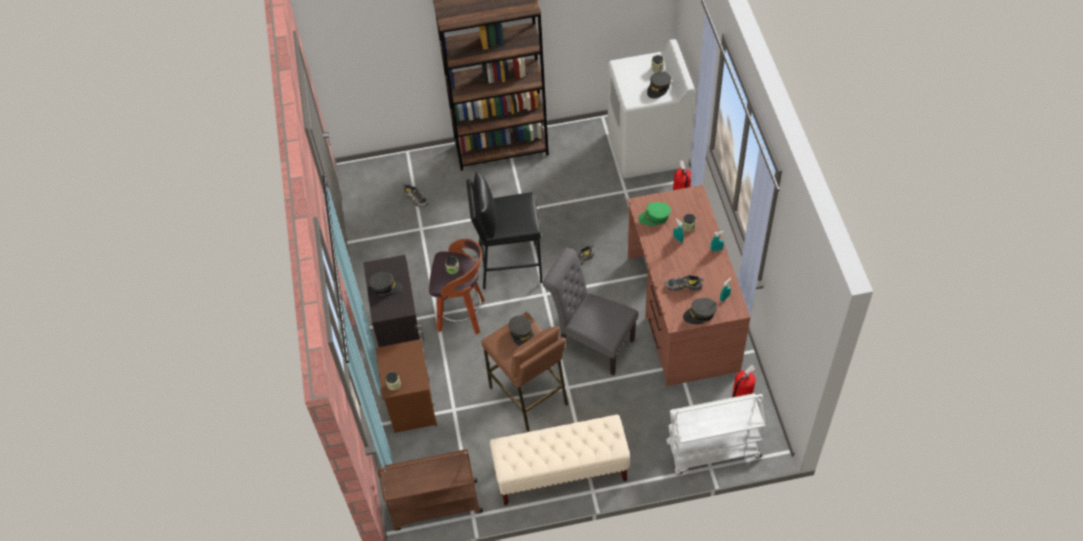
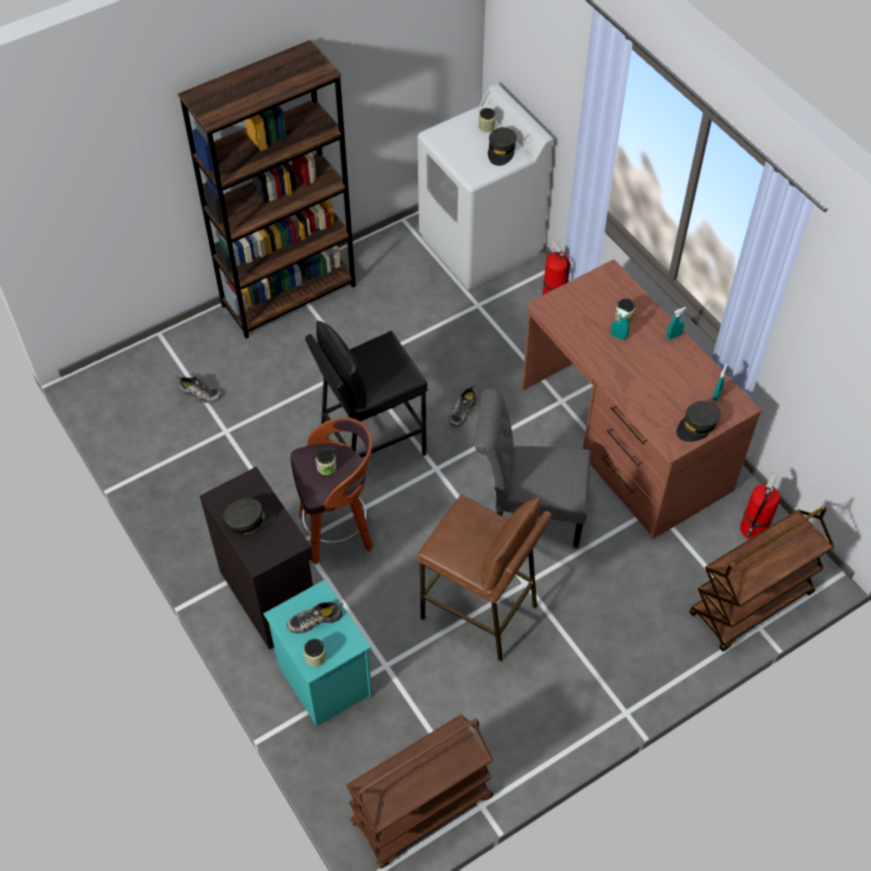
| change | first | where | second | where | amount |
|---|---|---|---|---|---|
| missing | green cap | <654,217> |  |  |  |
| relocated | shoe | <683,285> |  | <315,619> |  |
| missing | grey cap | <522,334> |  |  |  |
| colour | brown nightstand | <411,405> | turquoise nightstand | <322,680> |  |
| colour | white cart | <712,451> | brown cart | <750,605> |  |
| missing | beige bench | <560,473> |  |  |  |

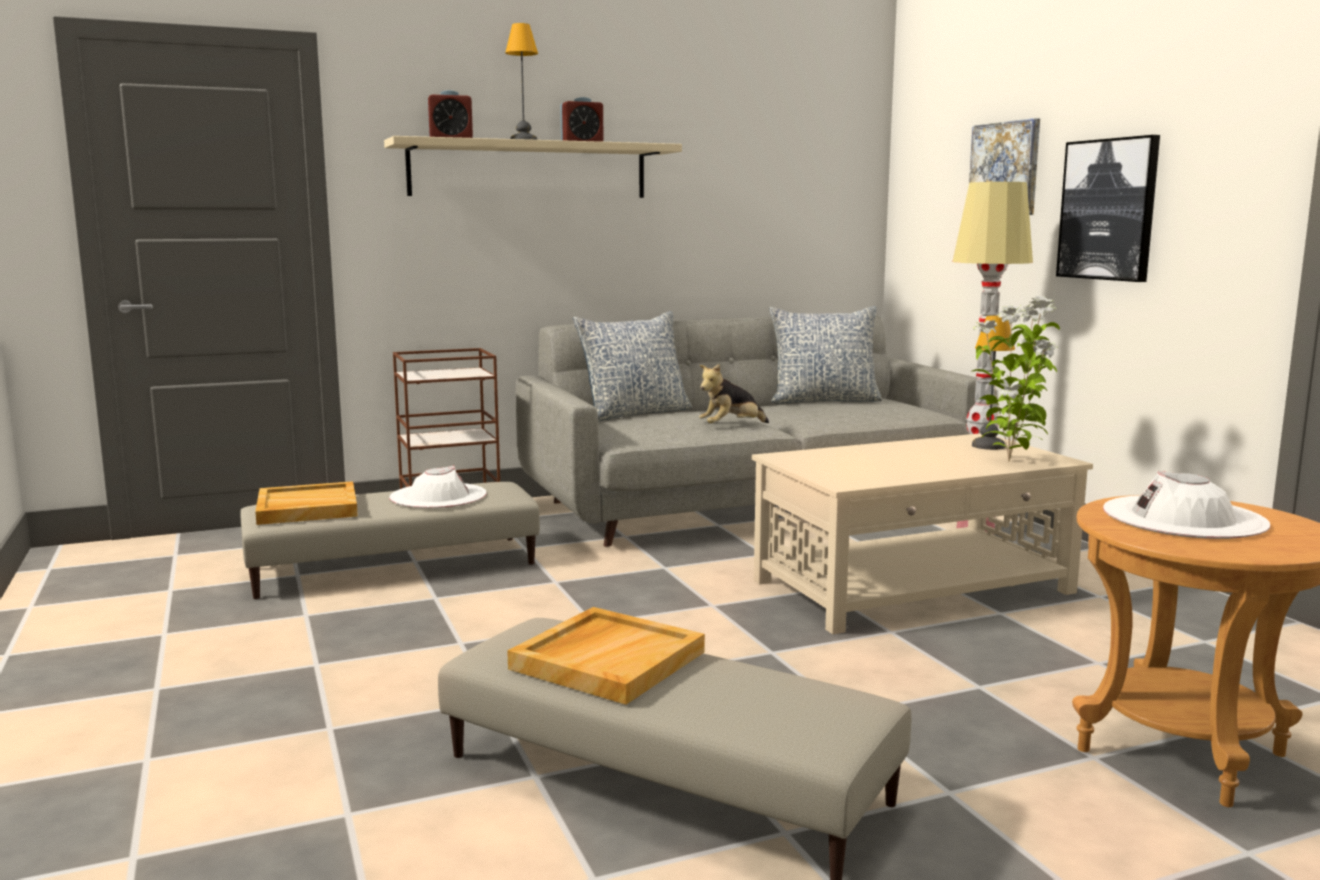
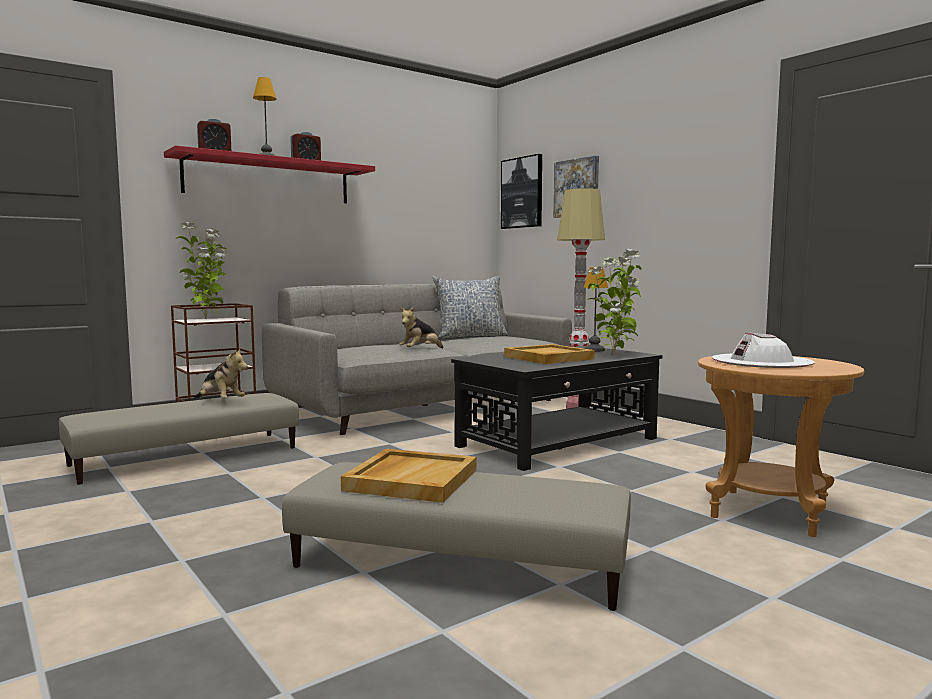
| change | first | where | second | where | amount |
|---|---|---|---|---|---|
| relocated | picture | <1108,209> |  | <522,193> |  |
| colour | beige shelf | <529,170> | red shelf | <269,180> |  |
| missing | pillow | <634,413> |  |  |  |
| colour | beige coffee table | <914,587> | black coffee table | <558,442> |  |
| exchanged | white hat | <438,496> | plush toy | <220,402> |  |
| relocated | beige tray | <306,508> |  | <548,358> |  |
| appeared |  |  | potted plant | <207,319> |  |

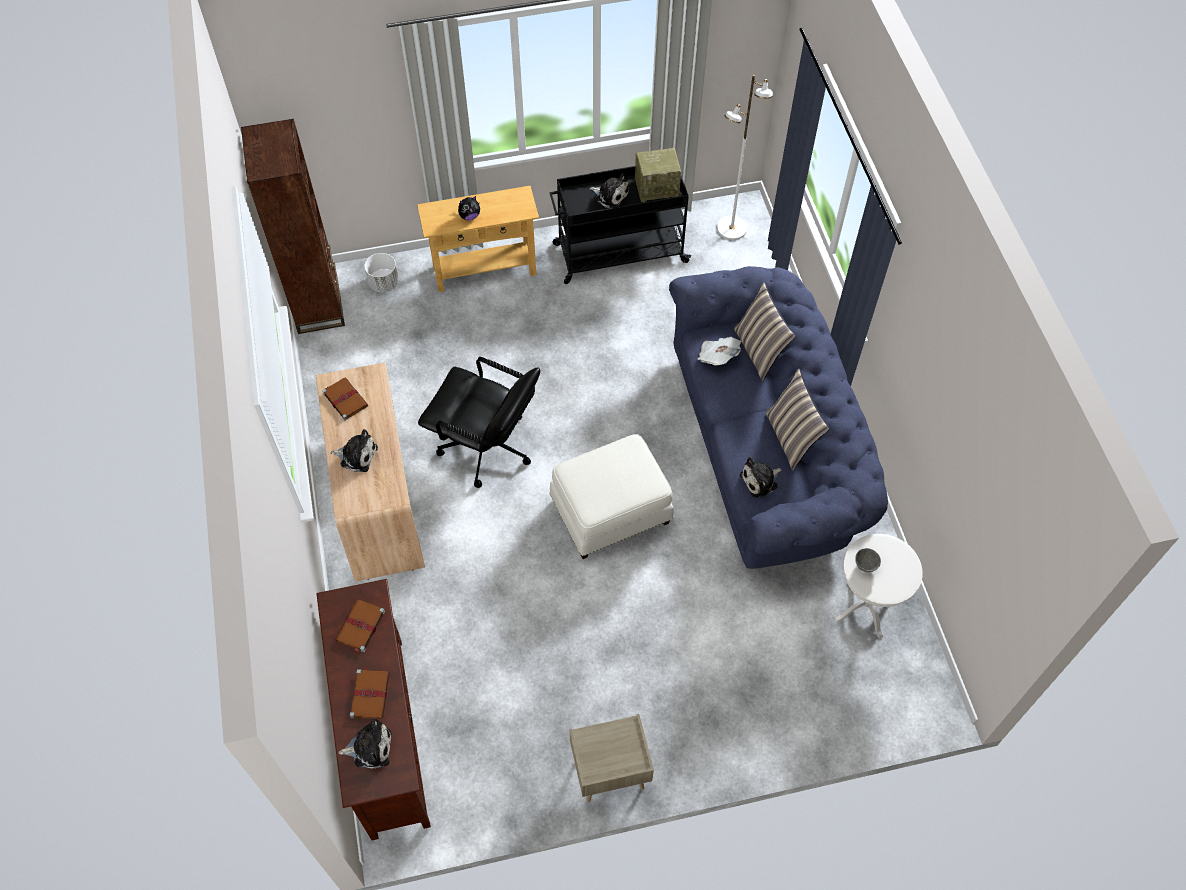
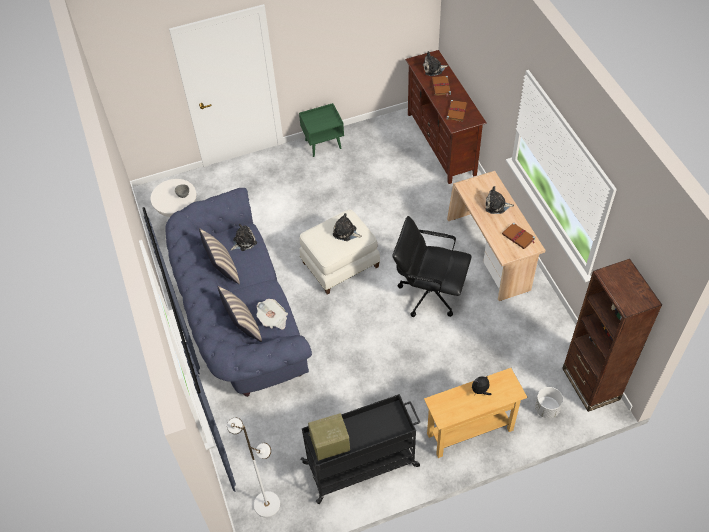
| change | first | where | second | where | amount |
|---|---|---|---|---|---|
| relocated | plush toy | <610,195> |  | <346,232> |  |
| colour | beige nightstand | <609,772> | green nightstand | <323,144> |  |

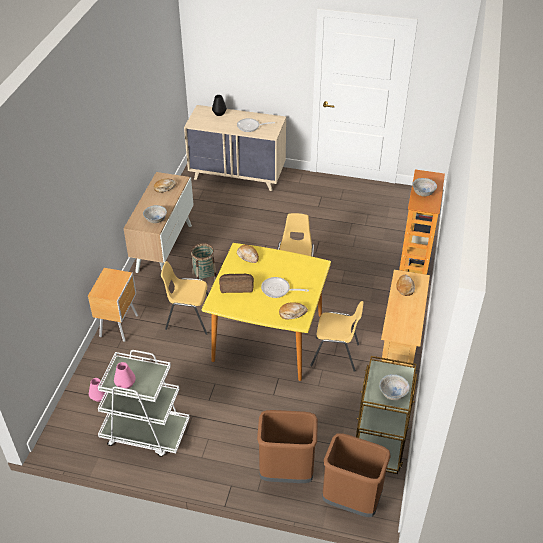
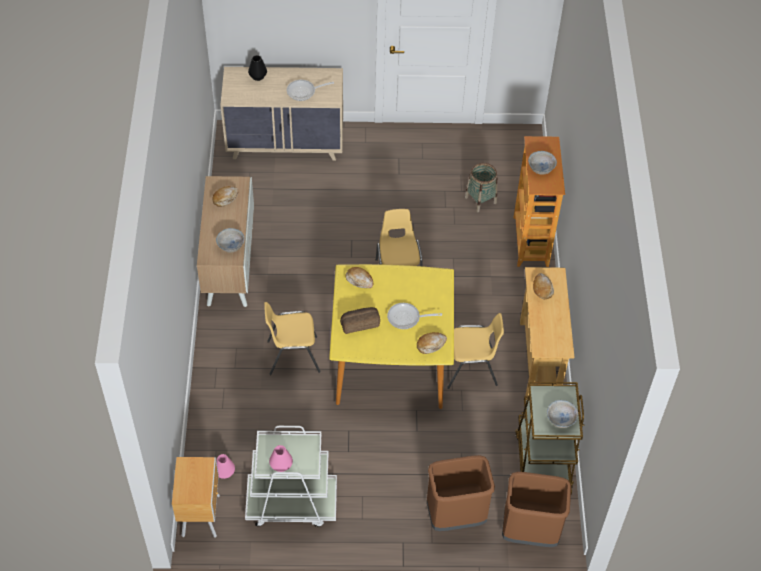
| change | first | where | second | where | amount |
|---|---|---|---|---|---|
| relocated | basket | <204,278> |  | <480,200> |  |
| relocated | brown nightstand | <120,325> |  | <201,515> |  |

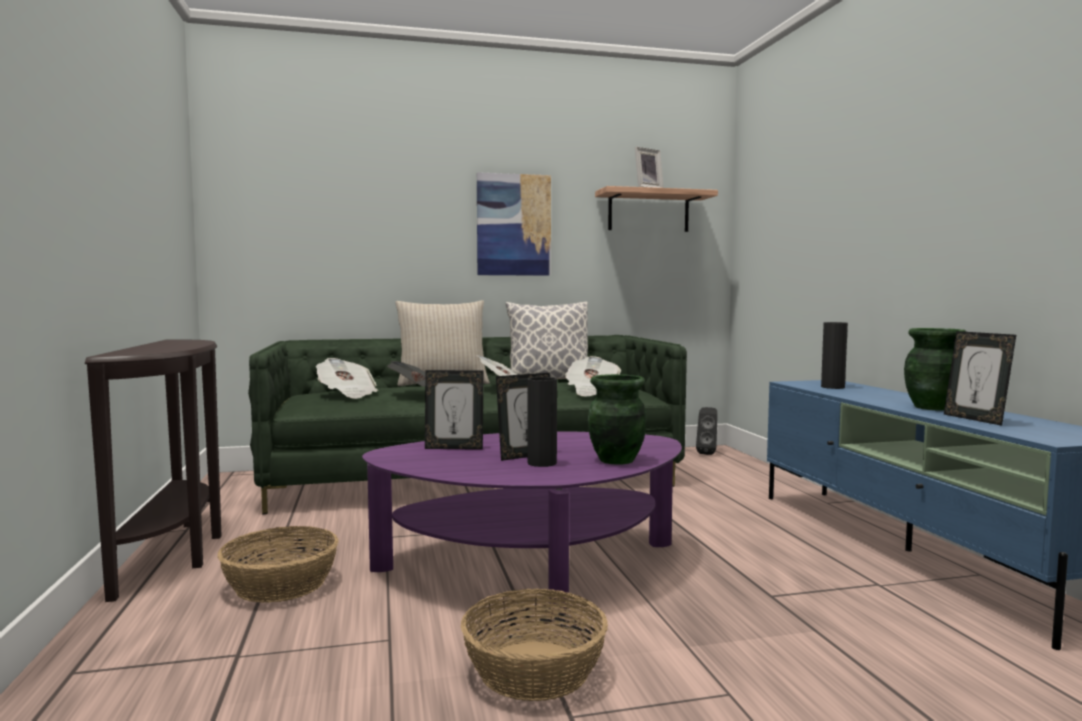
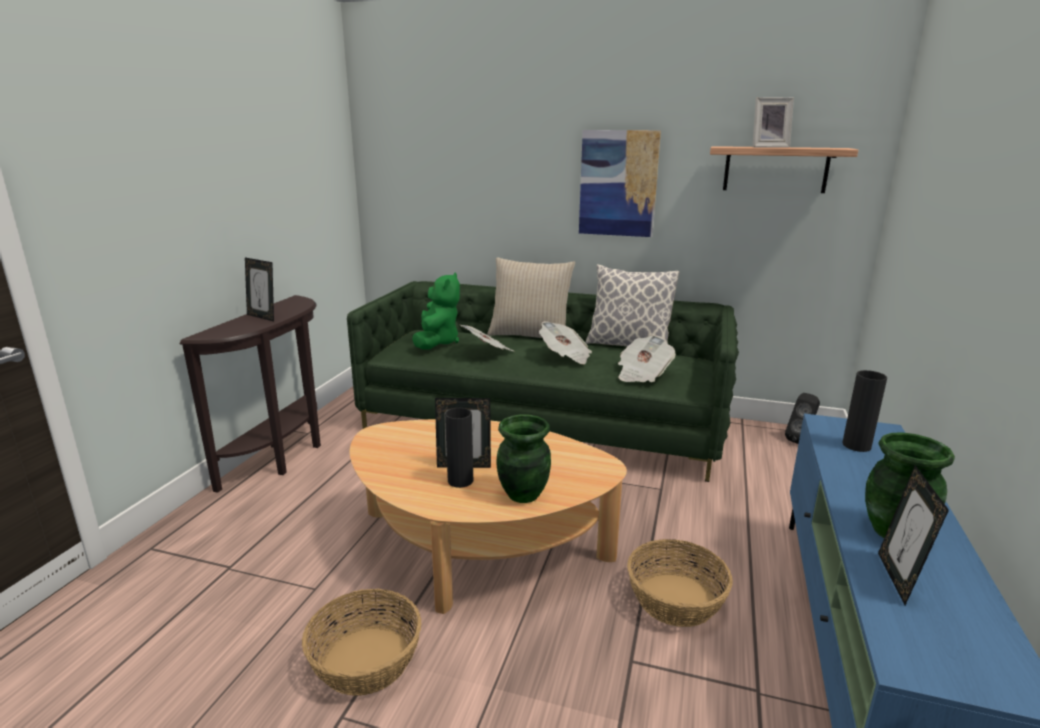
| change | first | where | second | where | amount |
|---|---|---|---|---|---|
| exchanged | newspaper | <347,394> | green plush toy | <437,342> |  |
| relocated | picture frame | <454,448> |  | <263,317> |  |
| colour | purple coffee table | <532,566> | beige coffee table | <478,547> |  |
| relocated | basket | <281,584> |  | <675,599> |  |

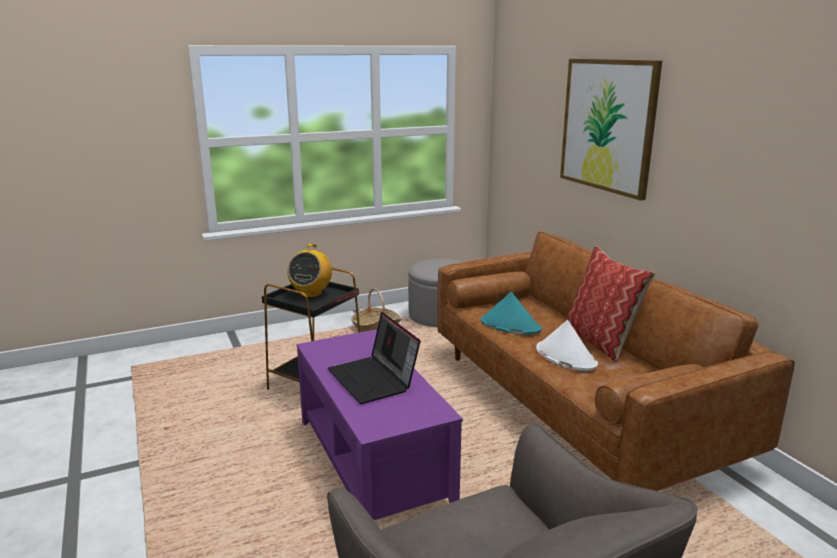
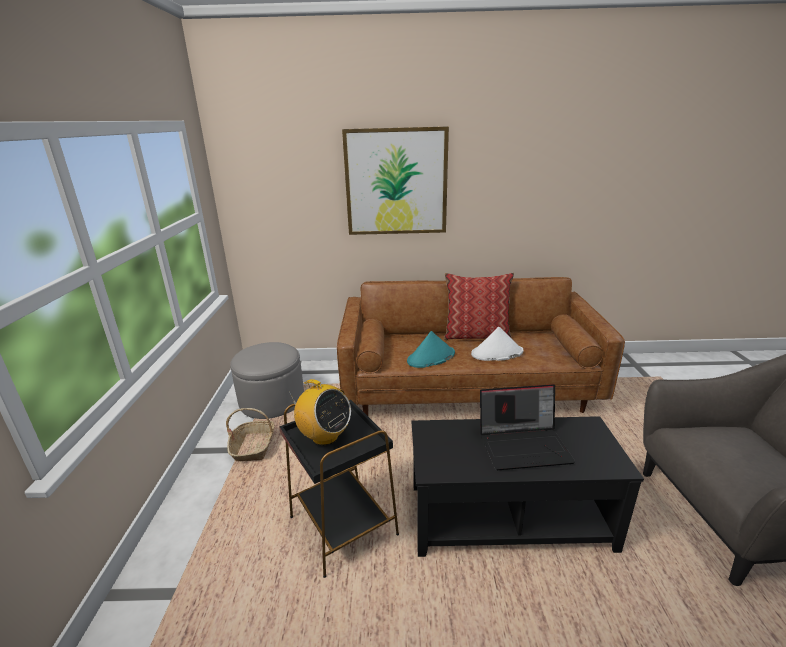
| change | first | where | second | where | amount |
|---|---|---|---|---|---|
| colour | purple coffee table | <373,462> | black coffee table | <508,517> |  |

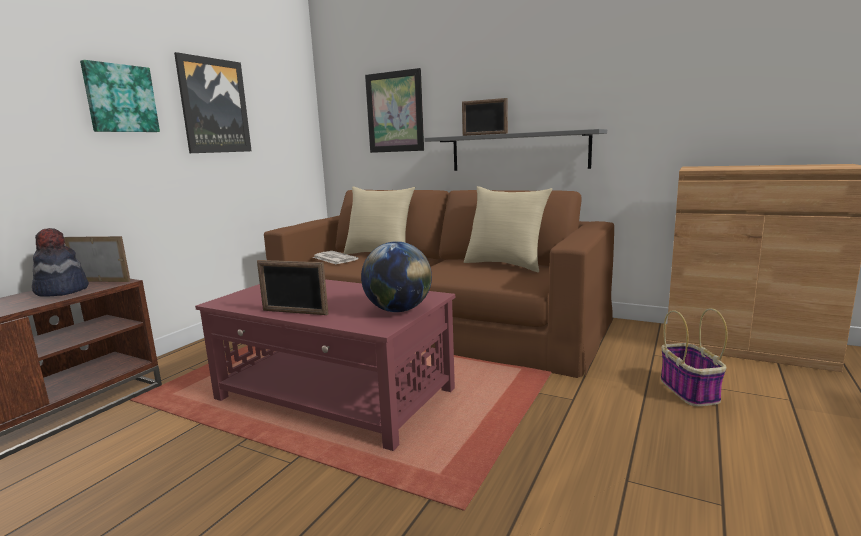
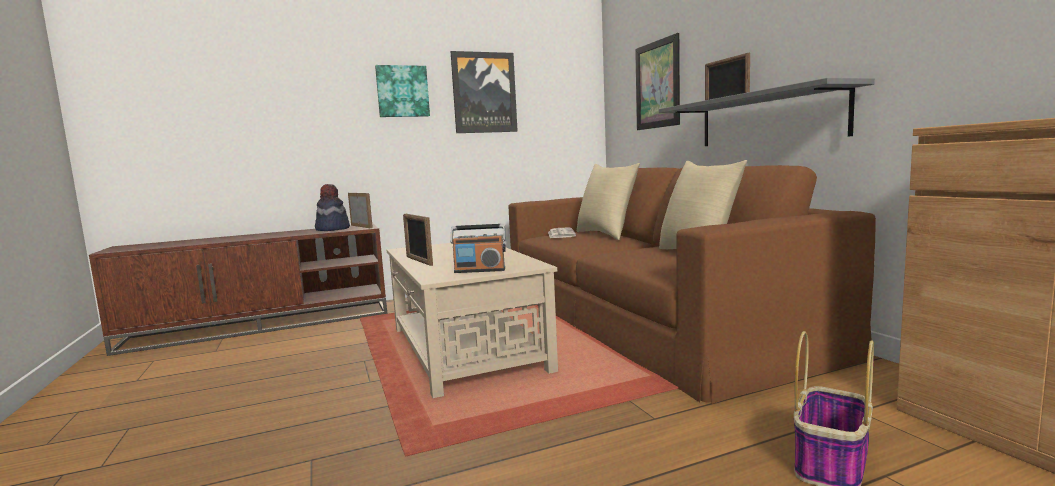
| change | first | where | second | where | amount |
|---|---|---|---|---|---|
| exchanged | globe | <398,310> | radio | <480,270> |  |
| colour | red coffee table | <335,395> | beige coffee table | <466,349> |  |

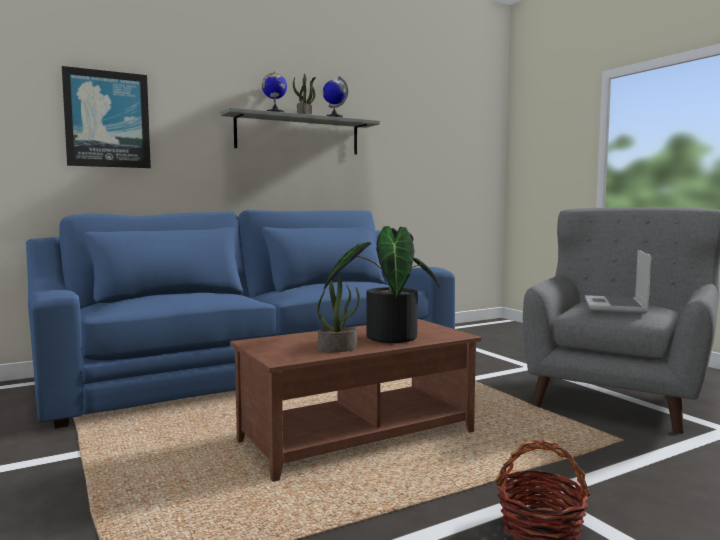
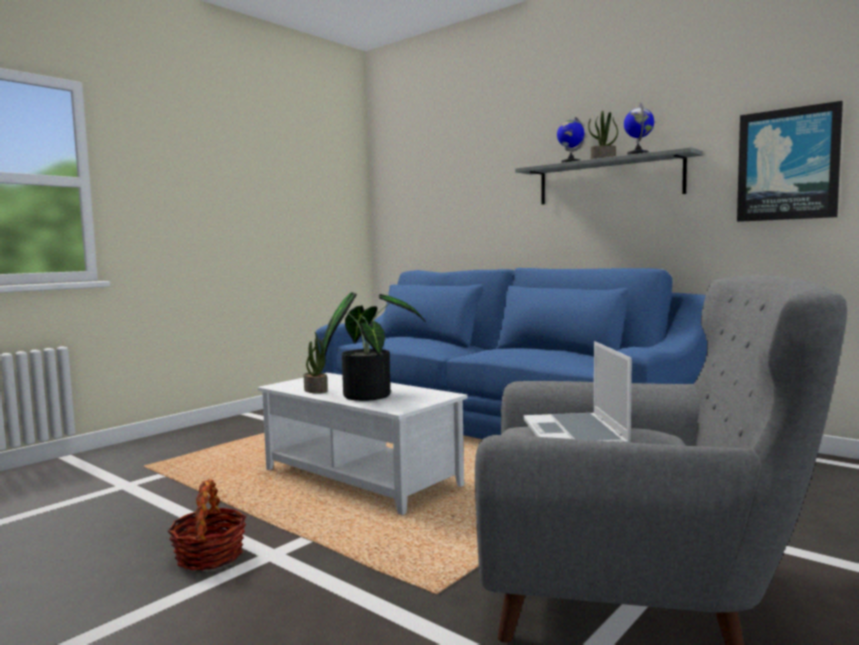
| change | first | where | second | where | amount |
|---|---|---|---|---|---|
| relocated | picture | <107,119> |  | <787,164> |  |
| spun | laptop | <616,306> |  | <576,435> | 90 degrees counterclockwise |
| colour | brown coffee table | <357,436> | white coffee table | <362,478> |  |

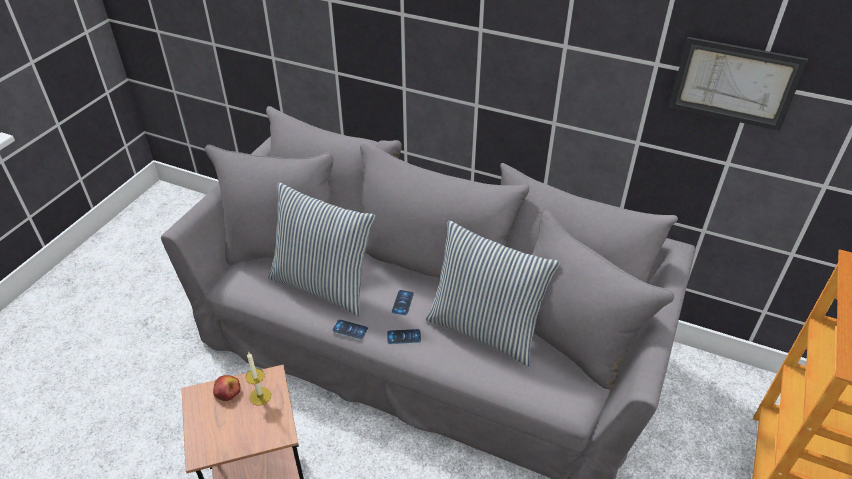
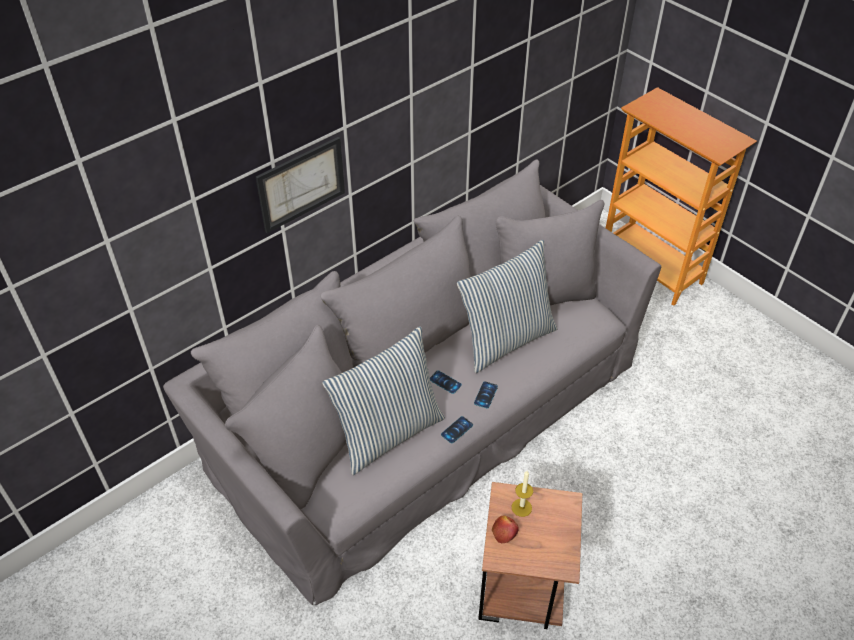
| change | first | where | second | where | amount |
|---|---|---|---|---|---|
| relocated | picture | <734,83> |  | <301,184> |  |

